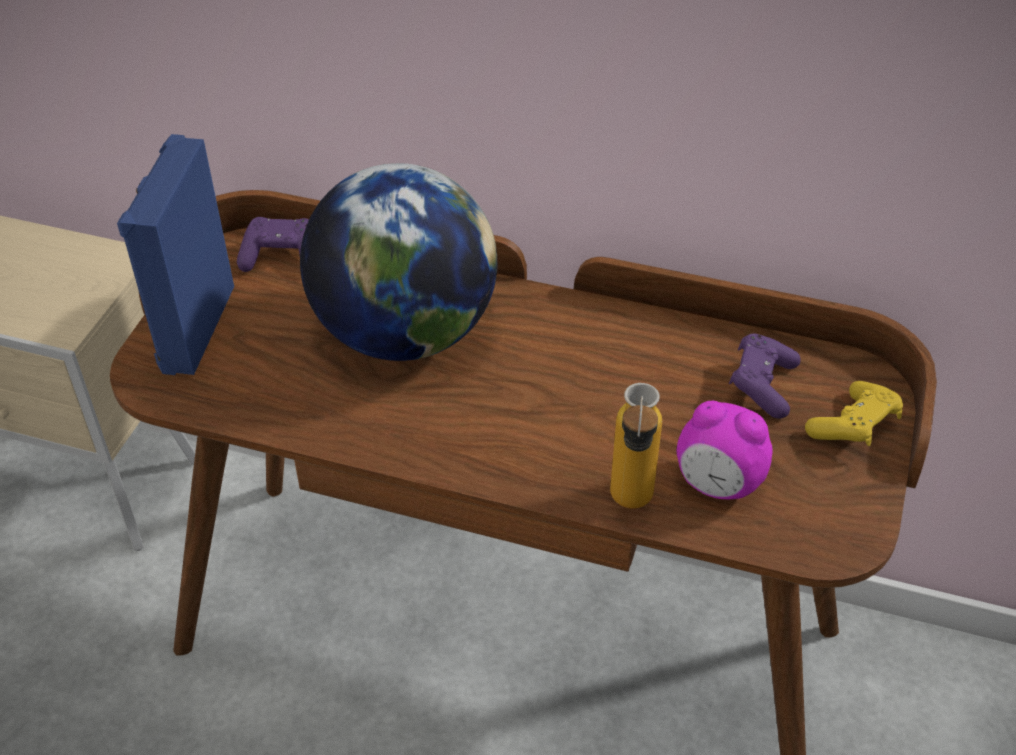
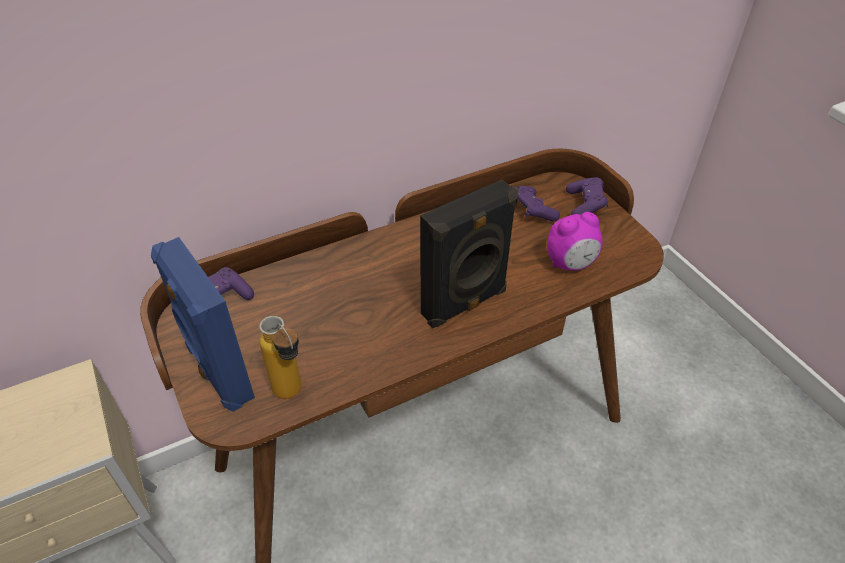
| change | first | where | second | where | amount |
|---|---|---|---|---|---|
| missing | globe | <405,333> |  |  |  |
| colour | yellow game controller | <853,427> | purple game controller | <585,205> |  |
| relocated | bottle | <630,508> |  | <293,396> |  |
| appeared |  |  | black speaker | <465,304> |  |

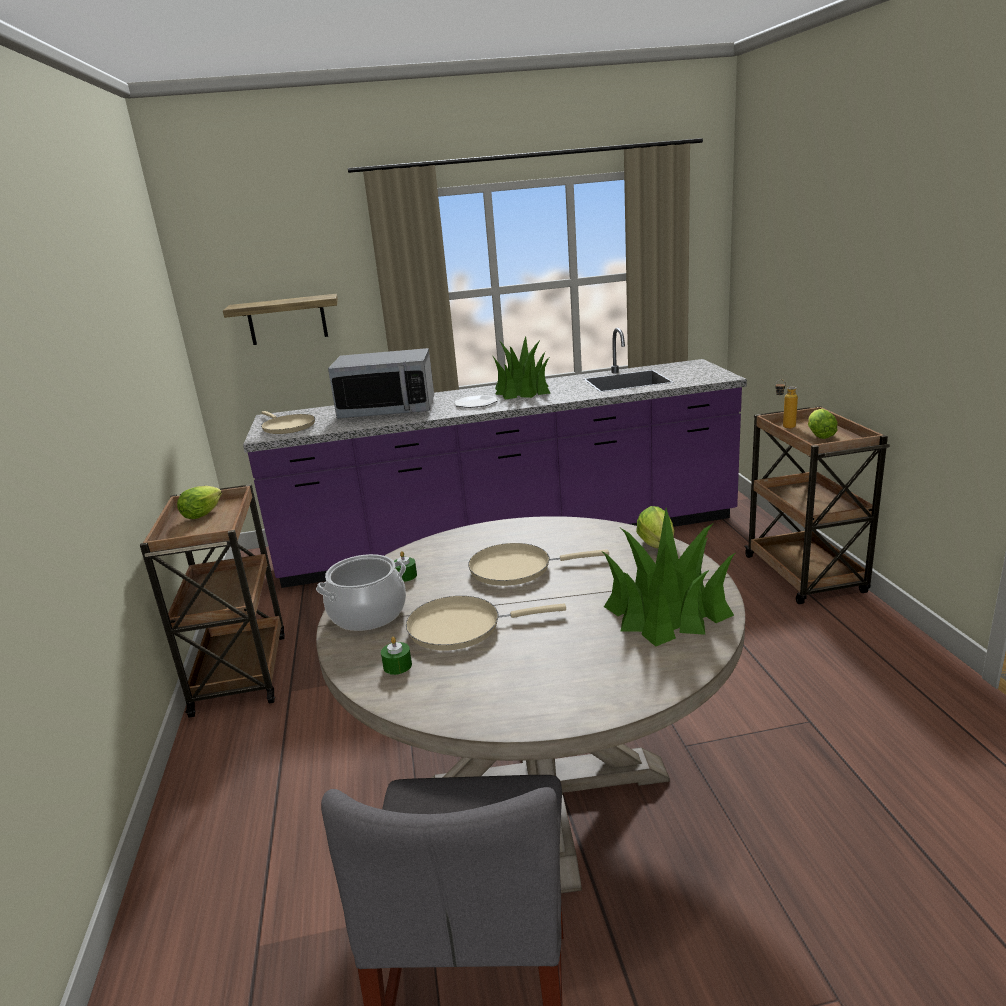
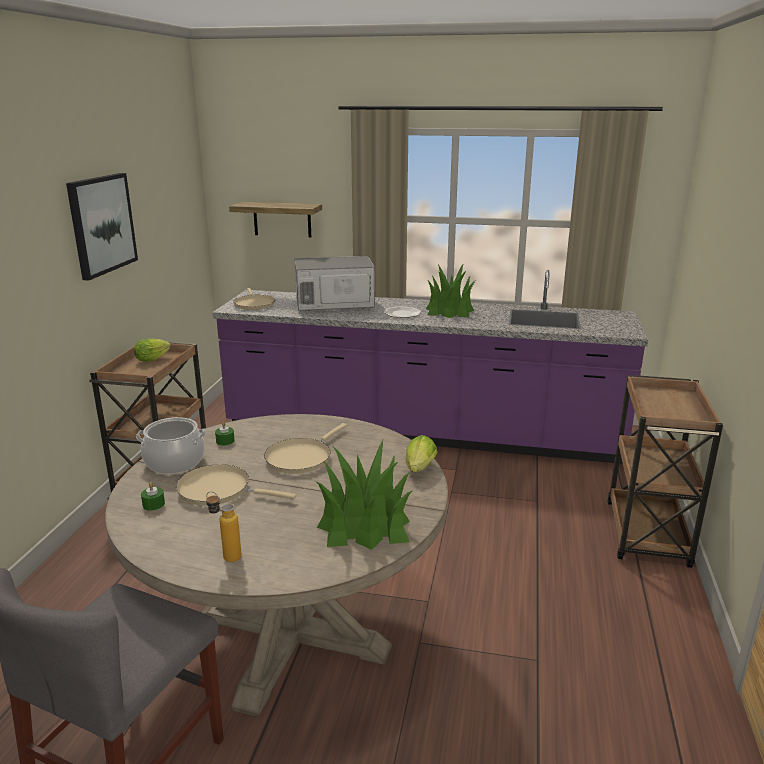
| change | first | where | second | where | amount |
|---|---|---|---|---|---|
| spun | microwave | <388,410> |  | <334,305> | 150 degrees clockwise |
| relocated | bottle | <783,427> |  | <226,555> |  |
| missing | lettuce | <819,435> |  |  |  |
| spun | beige frying pan | <516,568> |  | <301,457> | 75 degrees counterclockwise |
| appeared |  |  | picture | <101,224> |  |

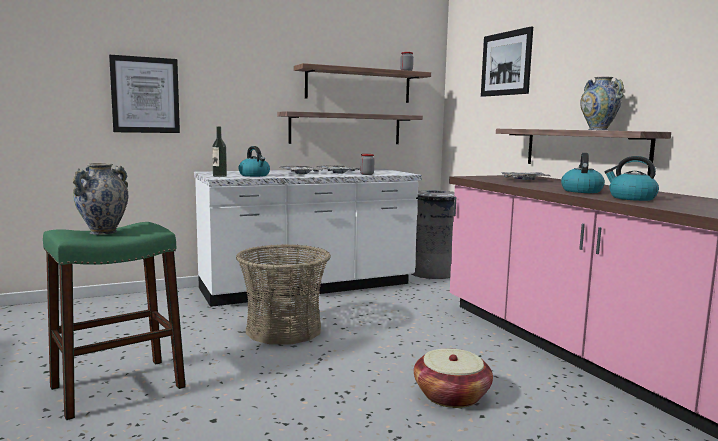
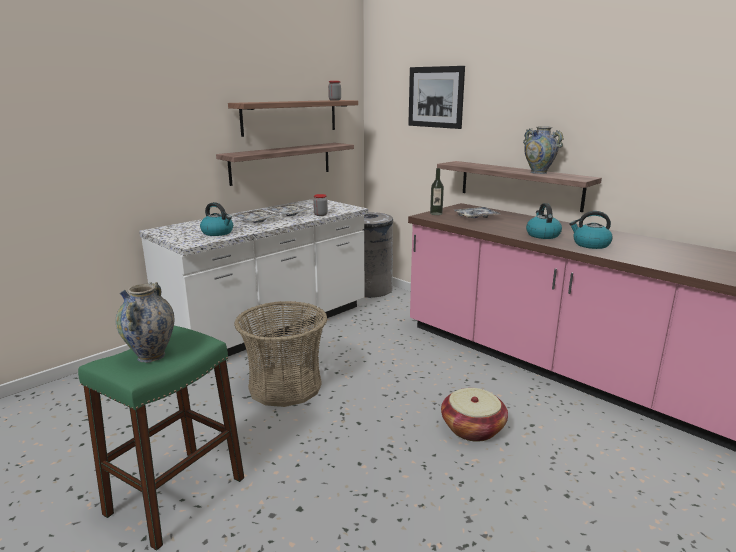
| change | first | where | second | where | amount |
|---|---|---|---|---|---|
| missing | picture | <145,95> |  |  |  |
| relocated | bottle | <219,176> |  | <436,213> |  |

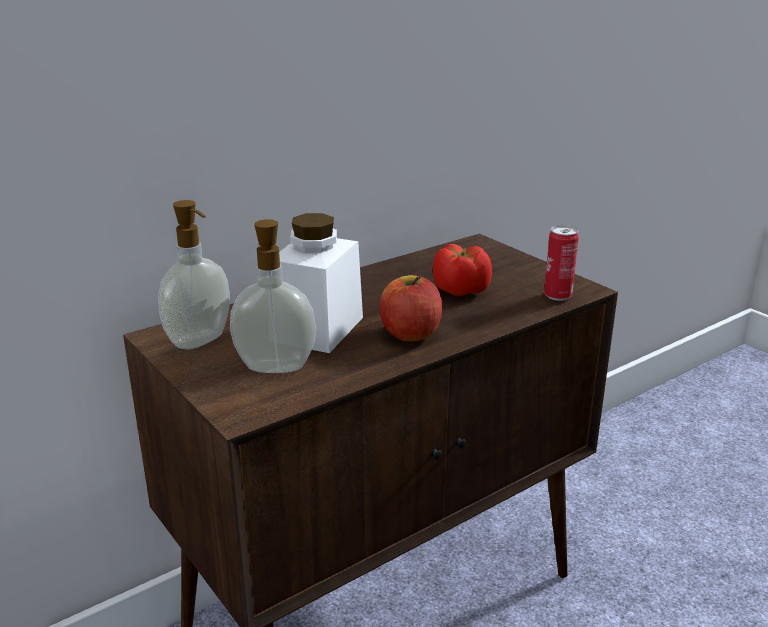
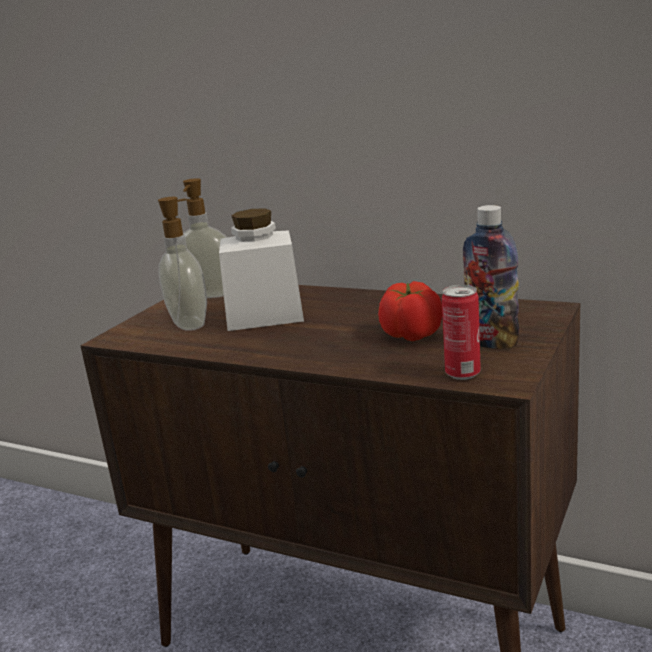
| change | first | where | second | where | amount |
|---|---|---|---|---|---|
| missing | apple | <410,333> |  |  |  |
| appeared |  |  | bottle | <491,342> |  |

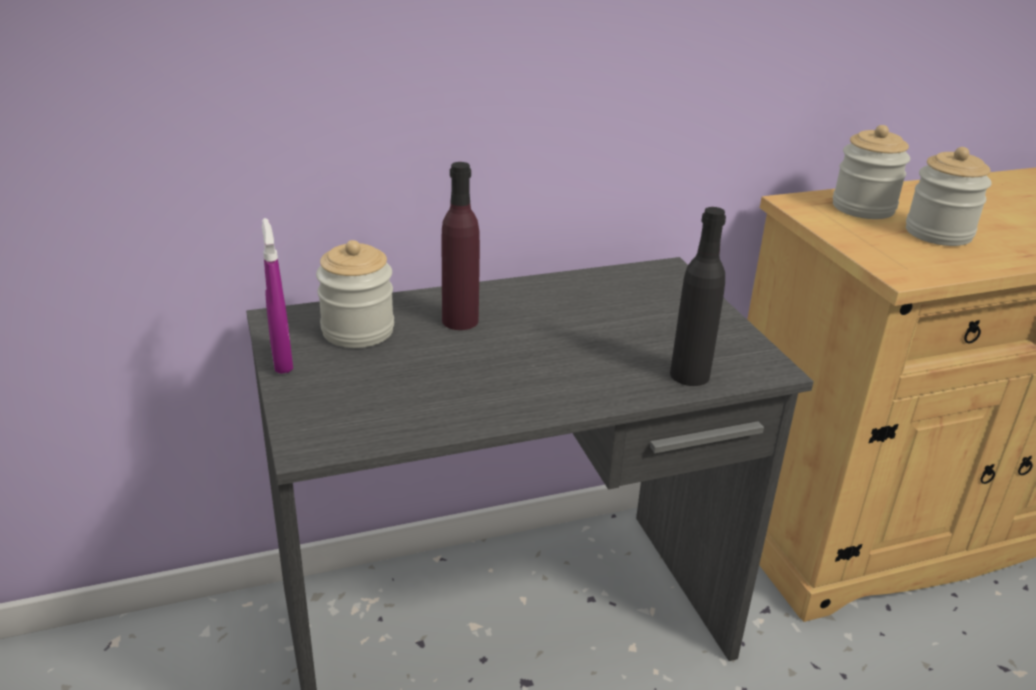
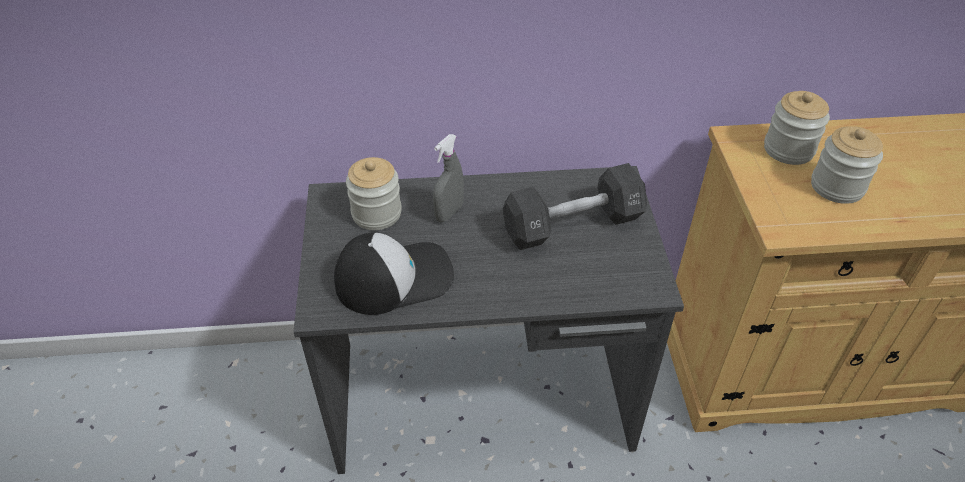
| change | first | where | second | where | amount |
|---|---|---|---|---|---|
| exchanged | purple bottle | <460,321> | grey spray bottle | <449,213> |  |
| missing | black bottle | <689,375> |  |  |  |
| missing | purple spray bottle | <282,361> |  |  |  |
| appeared |  |  | black dumbbell | <572,224> |  |
| appeared |  |  | cap | <394,277> |  |

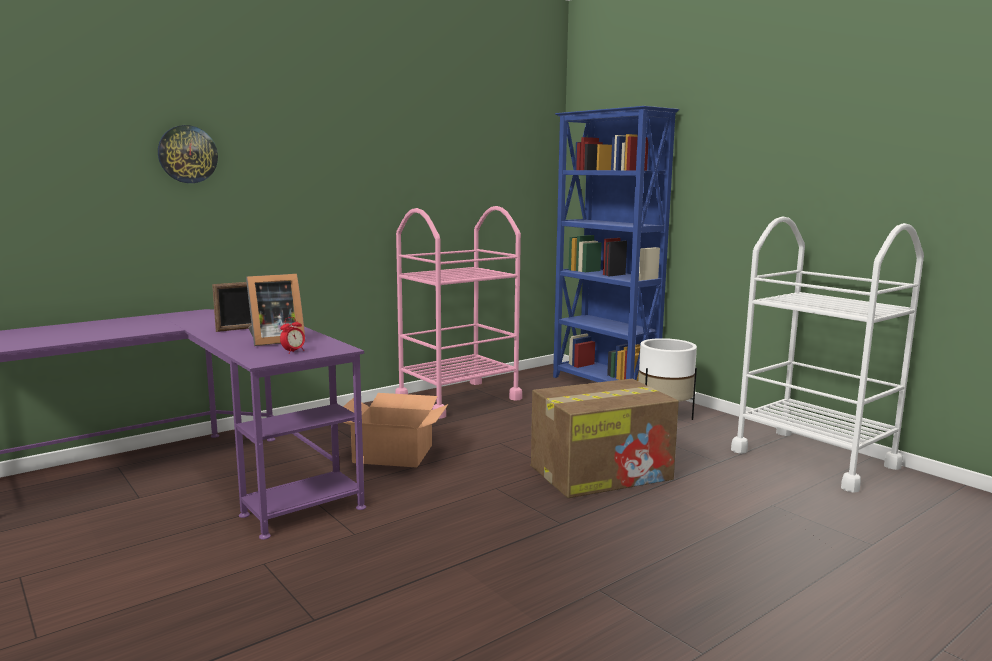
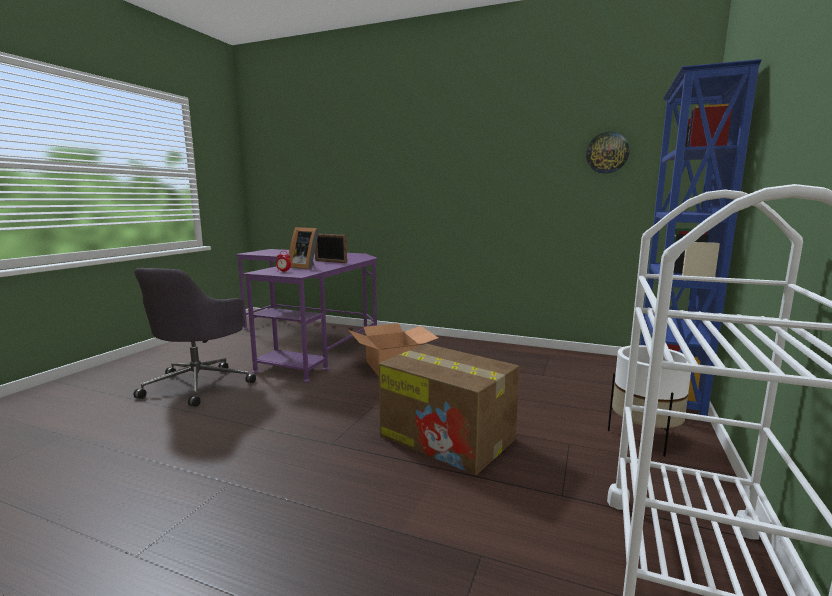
| change | first | where | second | where | amount |
|---|---|---|---|---|---|
| relocated | wall clock | <187,154> |  | <607,153> |  |
| missing | pink cart | <458,399> |  |  |  |
| appeared |  |  | grey office chair | <199,385> |  |

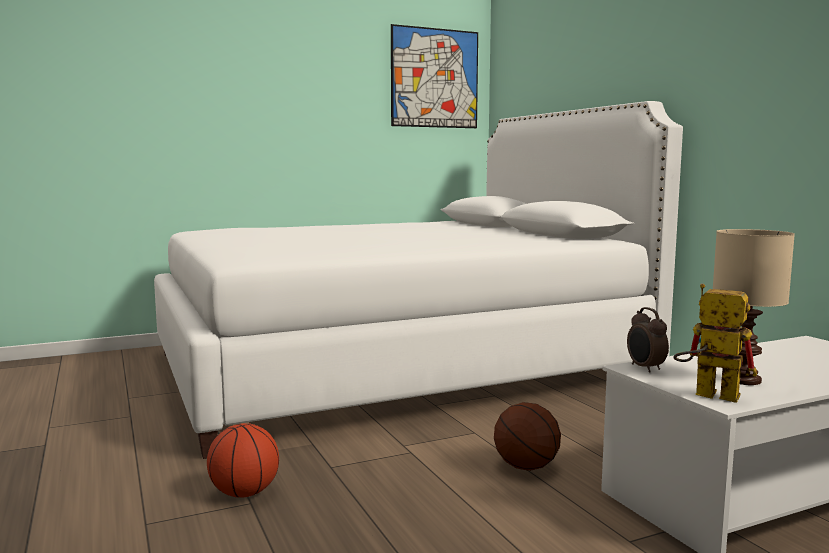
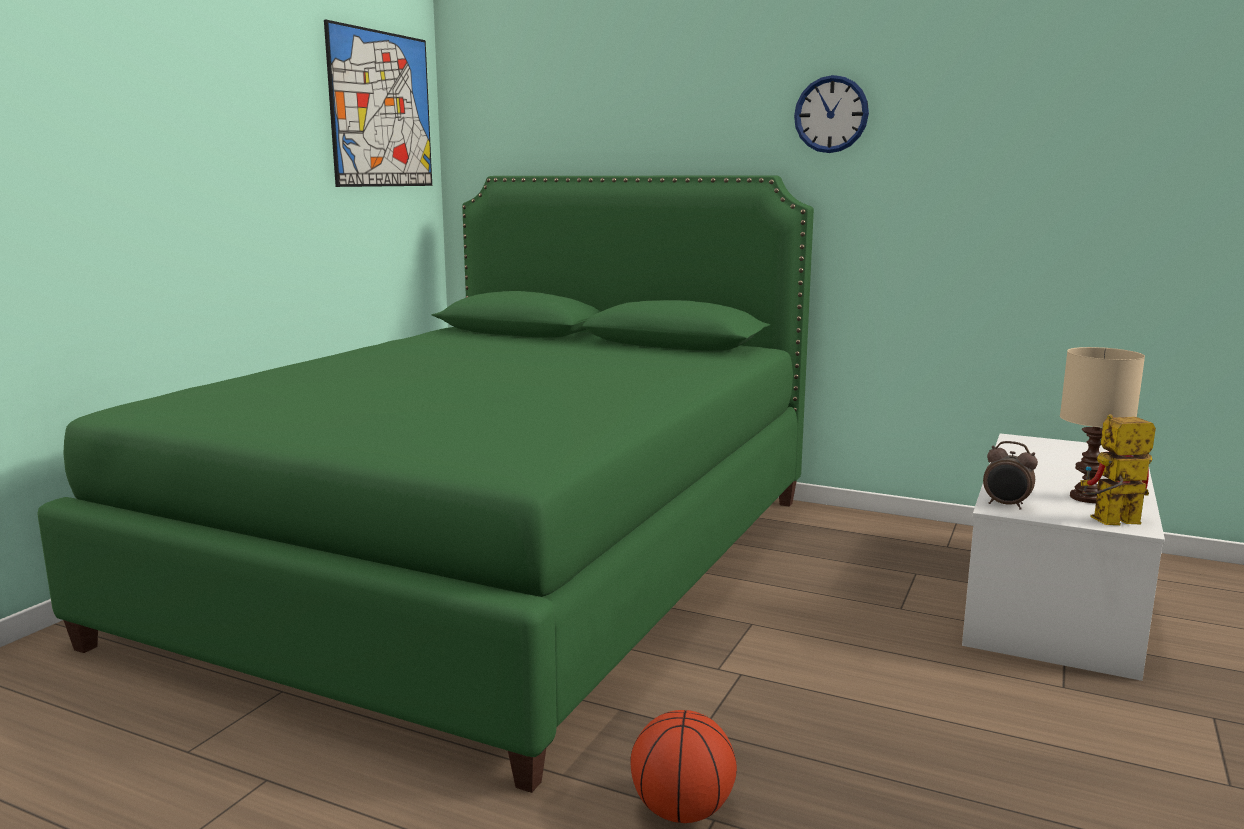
| change | first | where | second | where | amount |
|---|---|---|---|---|---|
| colour | white bed | <395,366> | green bed | <499,563> |  |
| missing | basketball | <527,467> |  |  |  |
| appeared |  |  | wall clock | <831,114> |  |

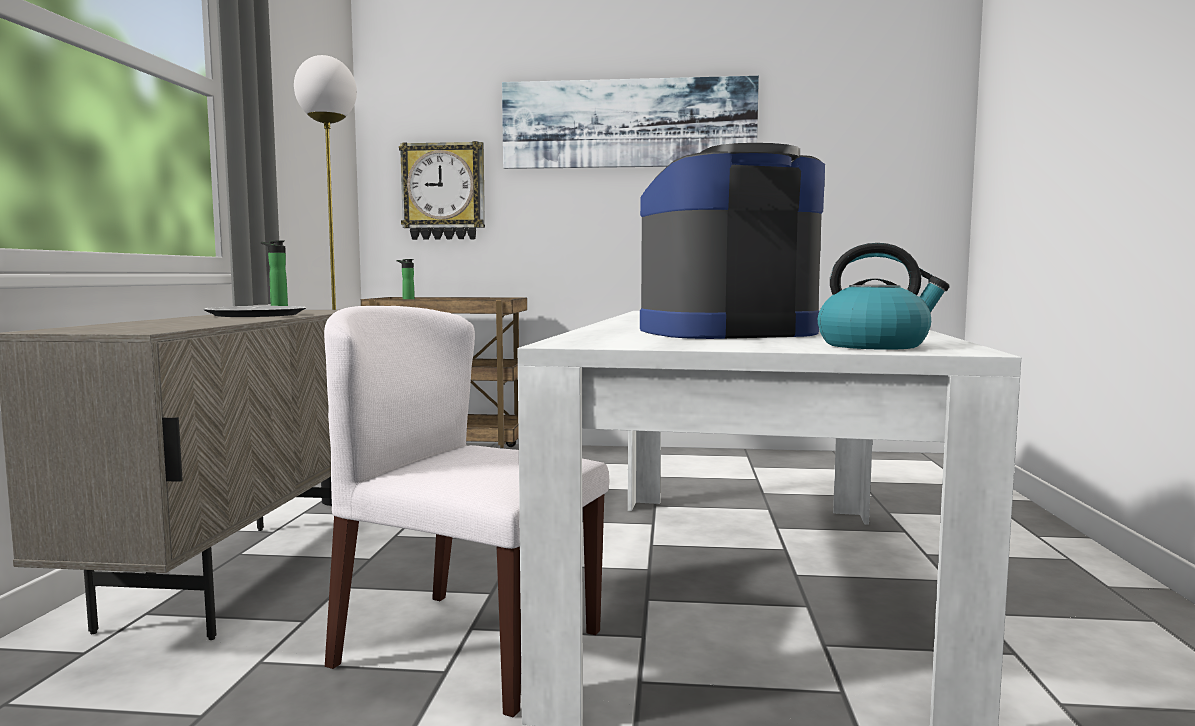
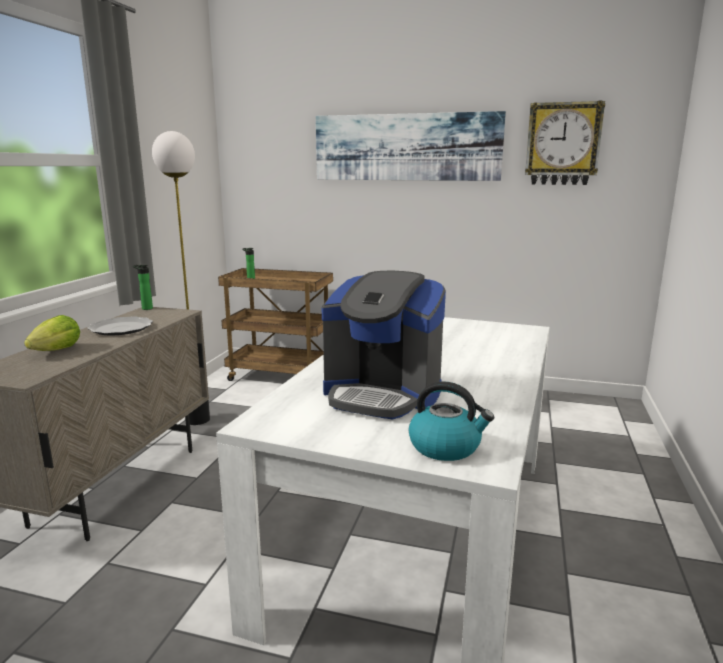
| change | first | where | second | where | amount |
|---|---|---|---|---|---|
| relocated | wall clock | <444,191> |  | <562,144> |  |
| spun | coffee machine | <726,332> |  | <382,395> | 150 degrees counterclockwise |
| missing | white chair | <466,648> |  |  |  |
| appeared |  |  | lettuce | <57,350> |  |

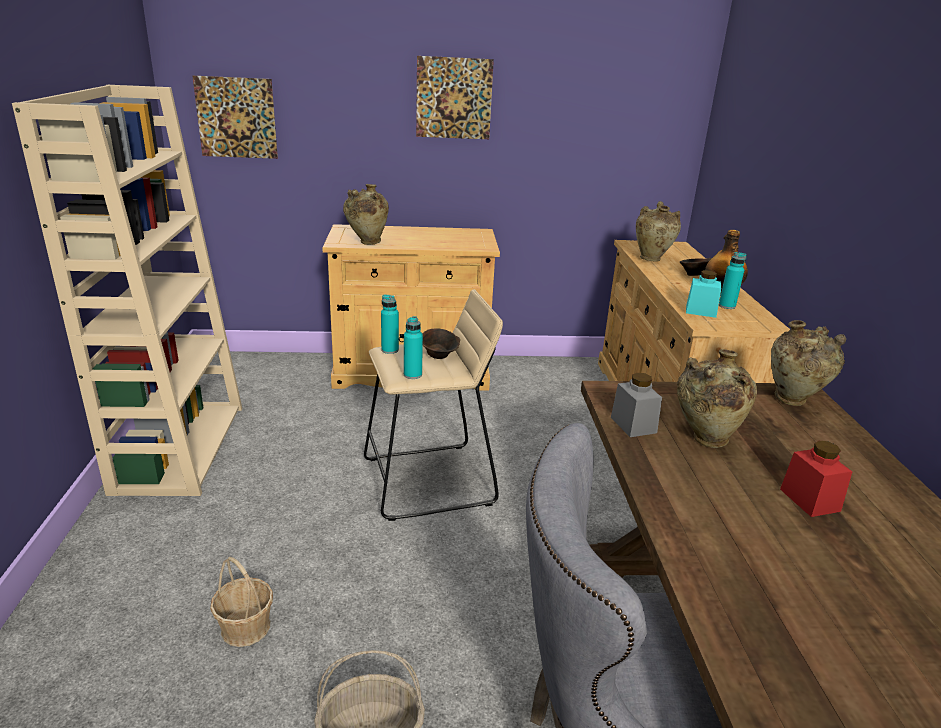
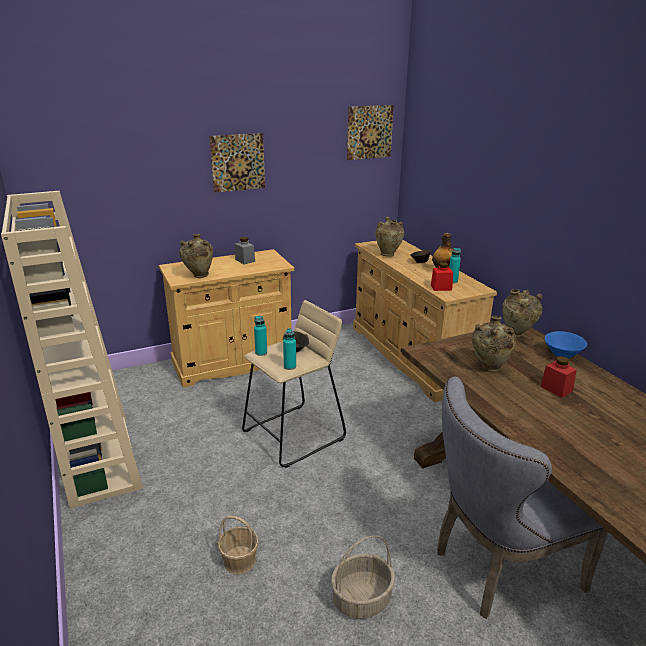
| change | first | where | second | where | amount |
|---|---|---|---|---|---|
| relocated | picture | <236,118> |  | <369,132> |  |
| colour | turquoise jar | <700,311> | red jar | <441,287> |  |
| relocated | grey jar | <633,425> |  | <245,260> |  |
| appeared |  |  | blue bowl | <561,355> |  |

